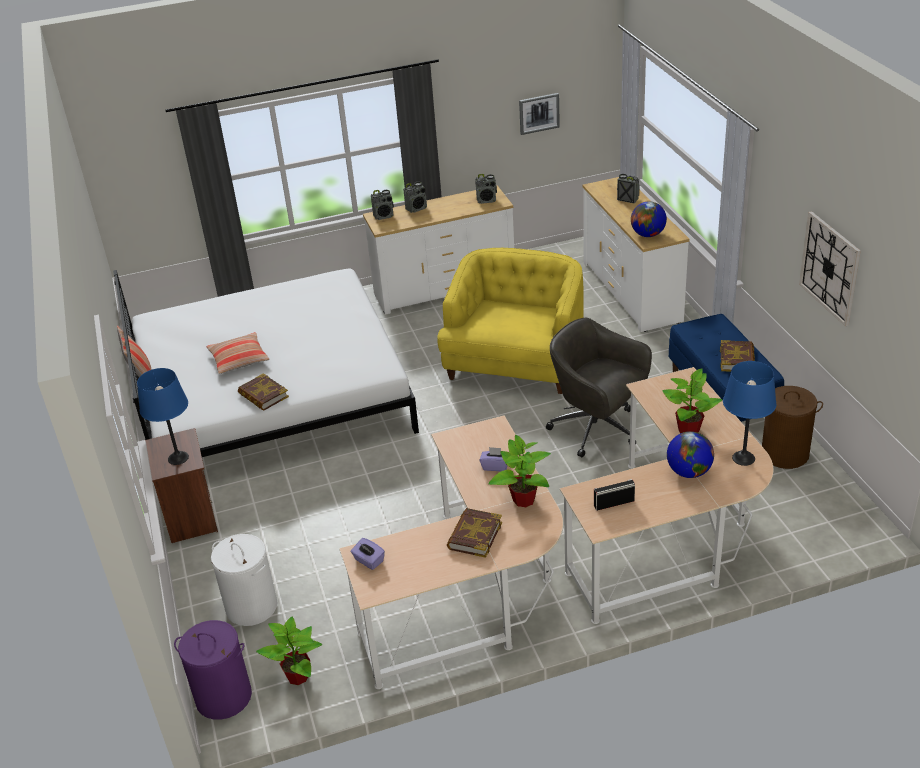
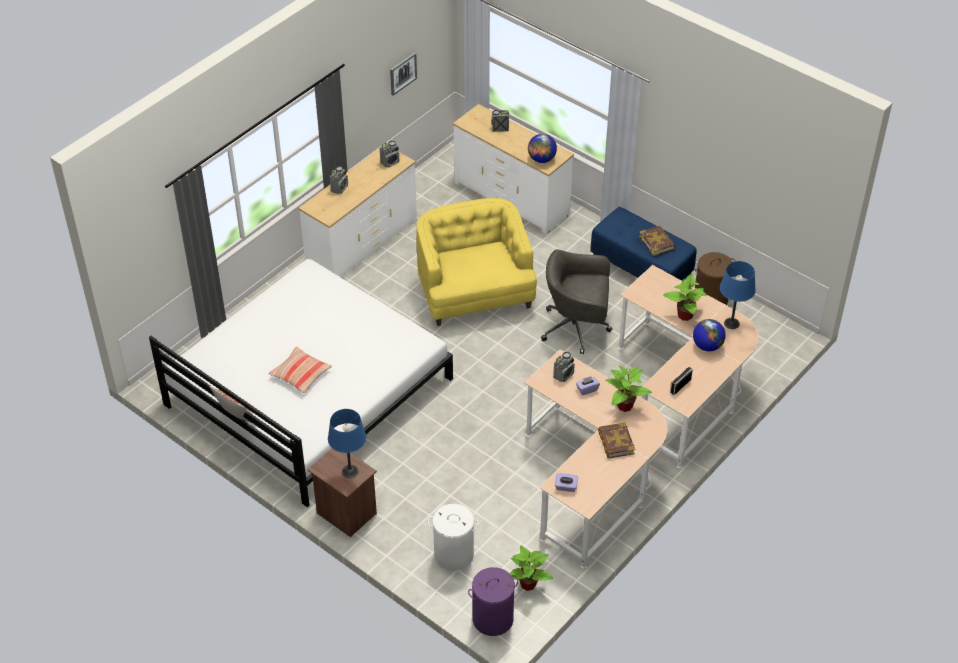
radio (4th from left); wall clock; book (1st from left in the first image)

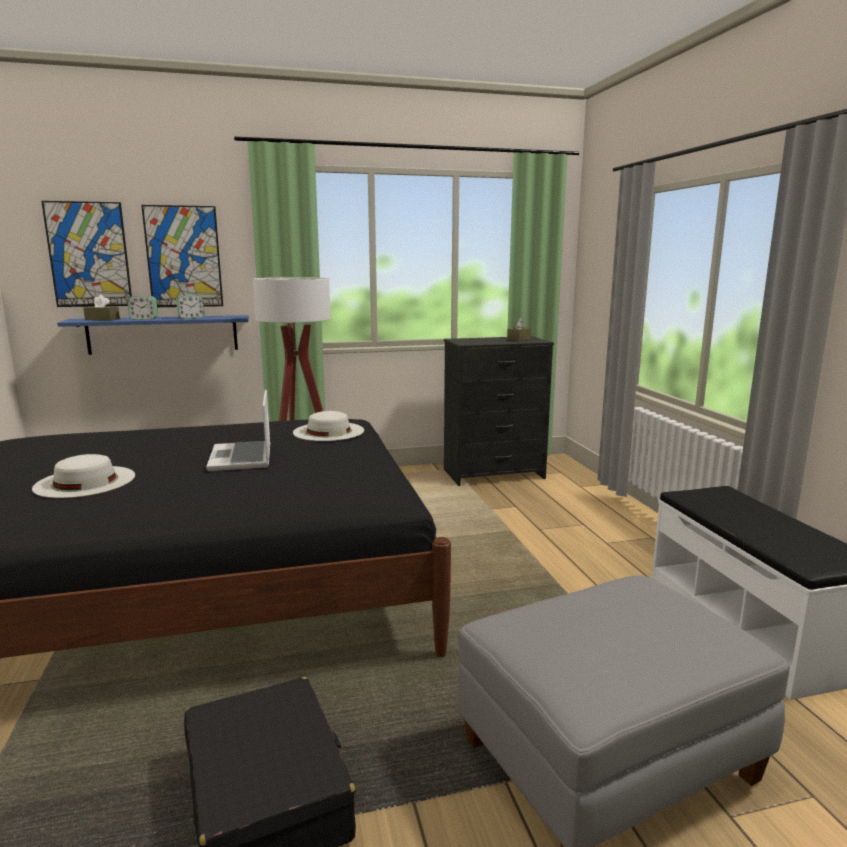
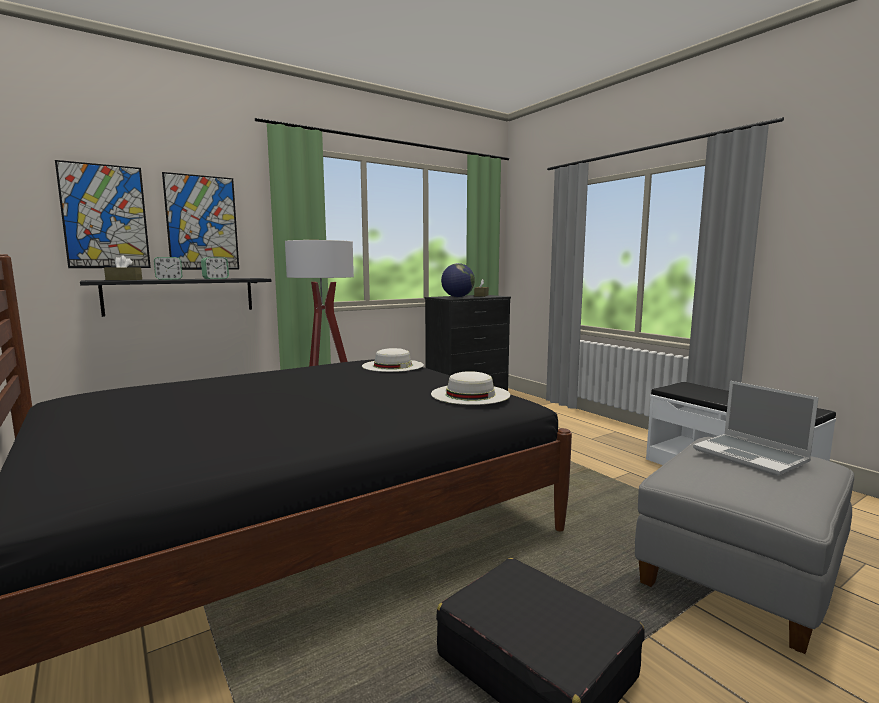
black shelf; laptop; white hat (2nd from left); globe

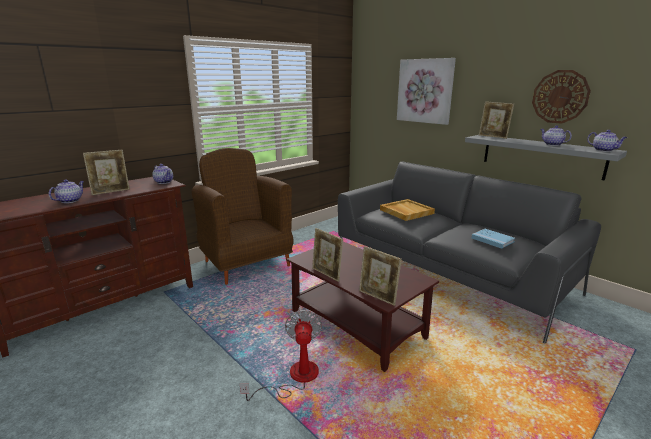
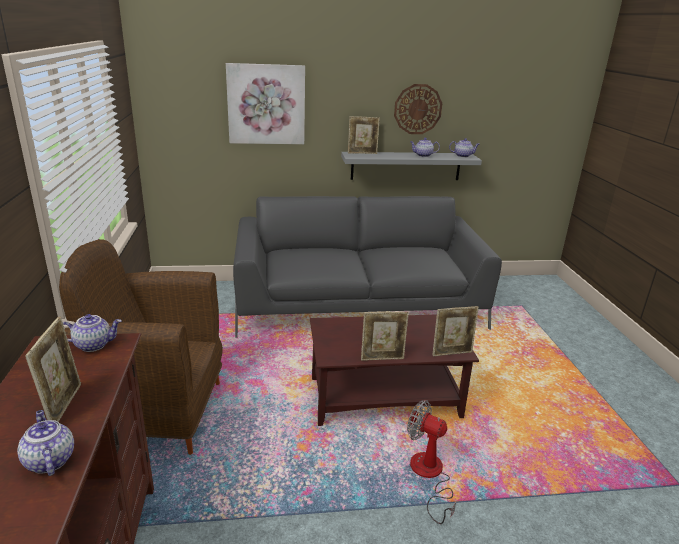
beige tray; blue book

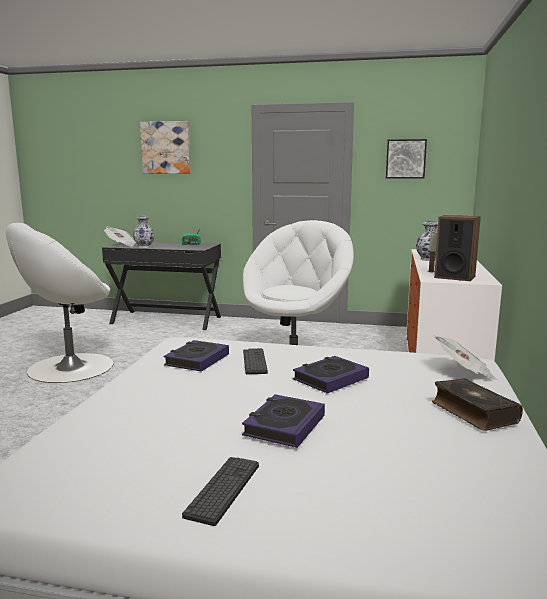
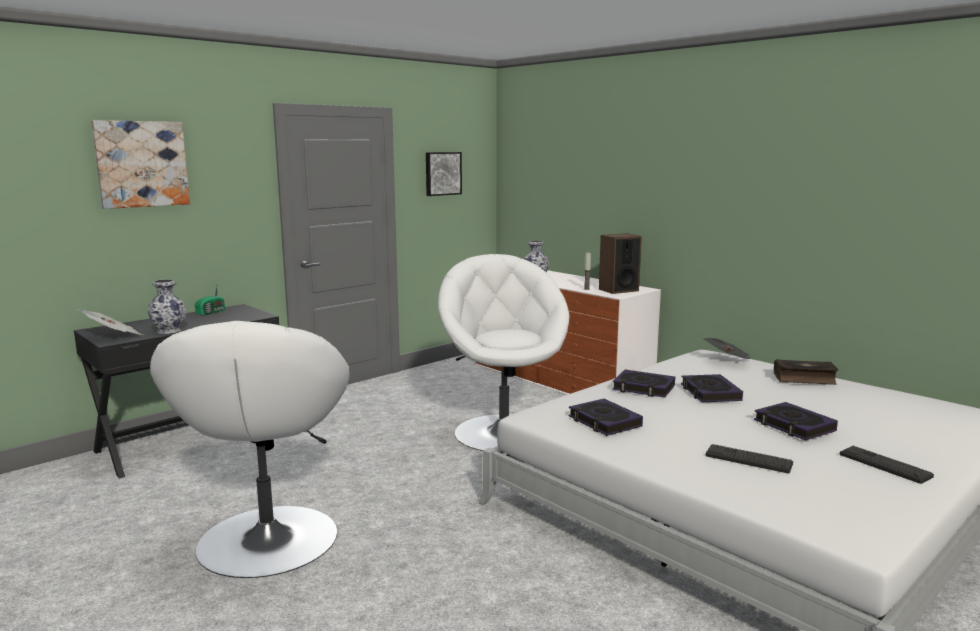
keyboard (1st from left); book (2nd from left)

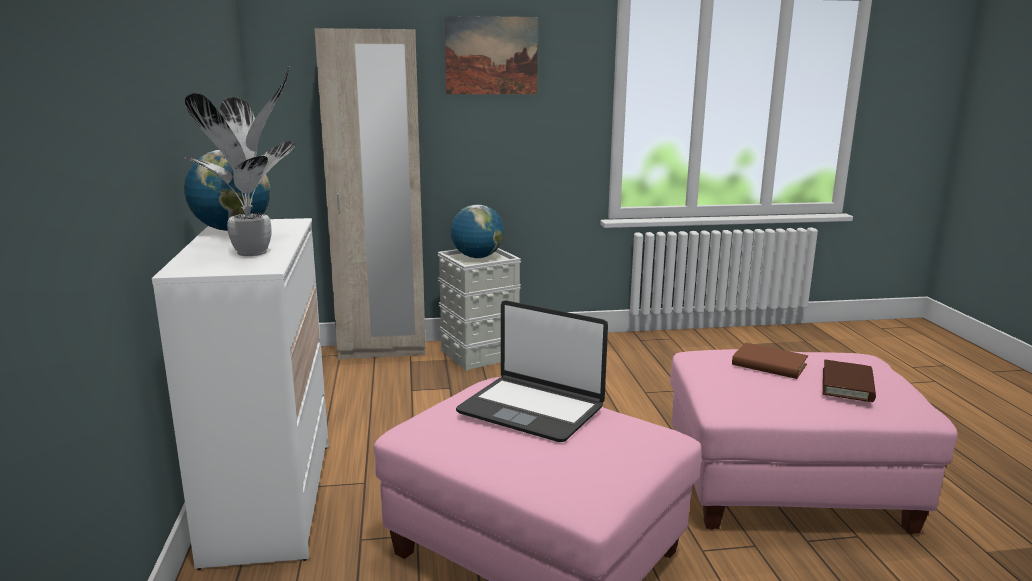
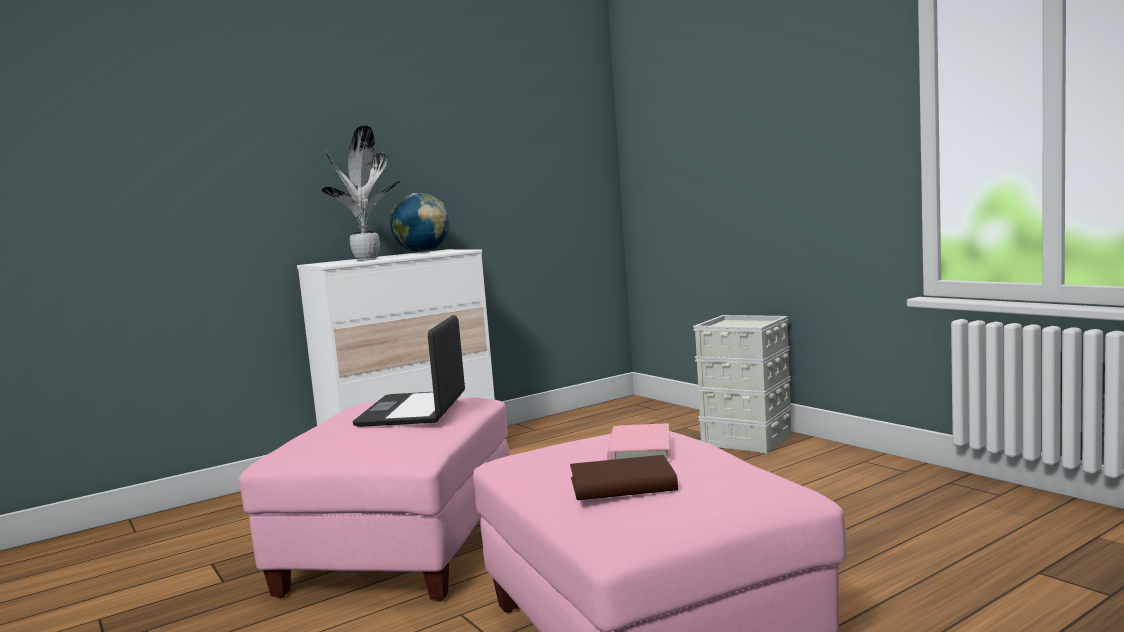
picture; beige wardrobe; globe (2nd from left in the first image); pink book

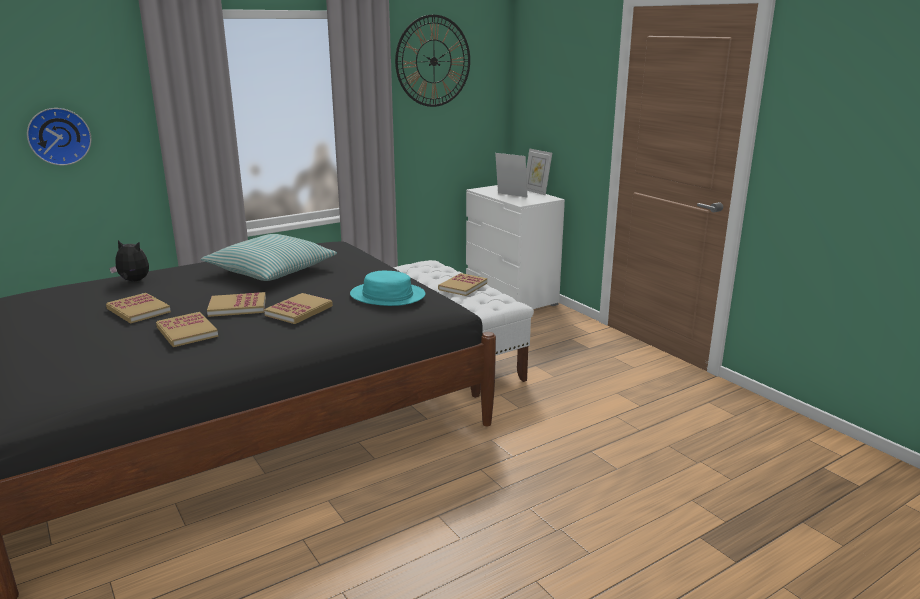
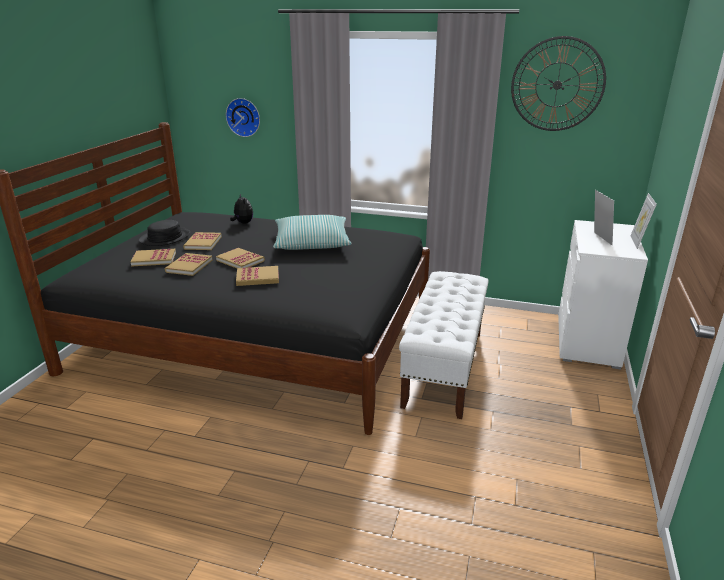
turquoise hat; book (1st from left); black hat

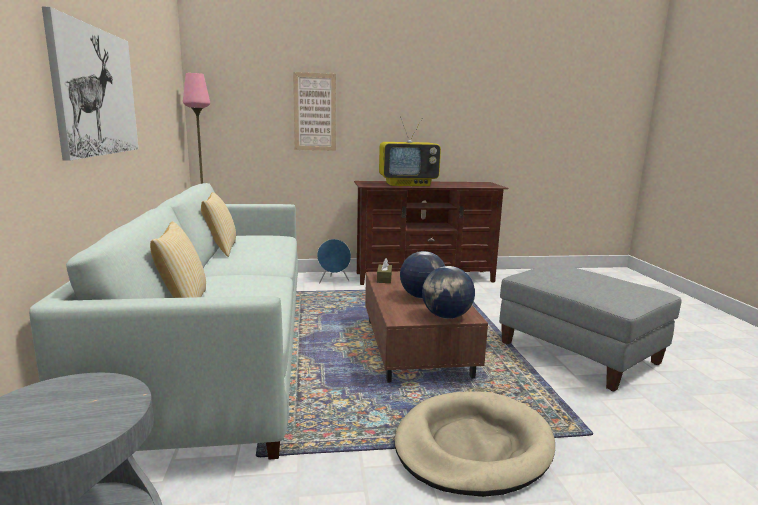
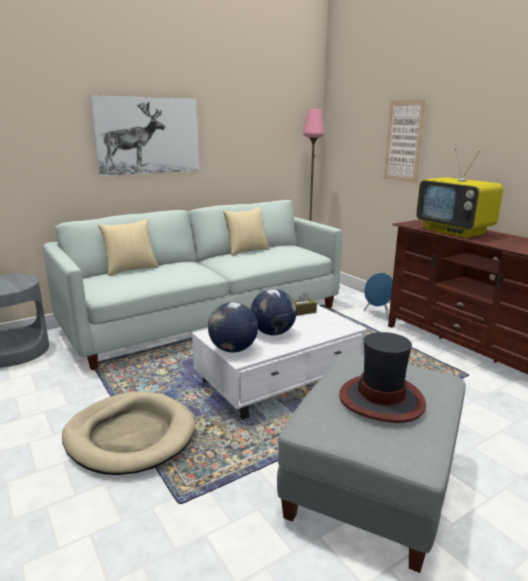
white coffee table; hat

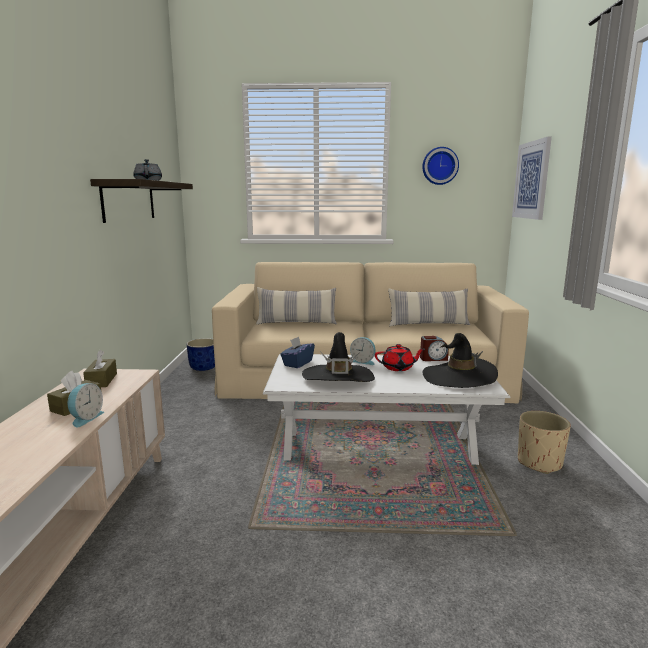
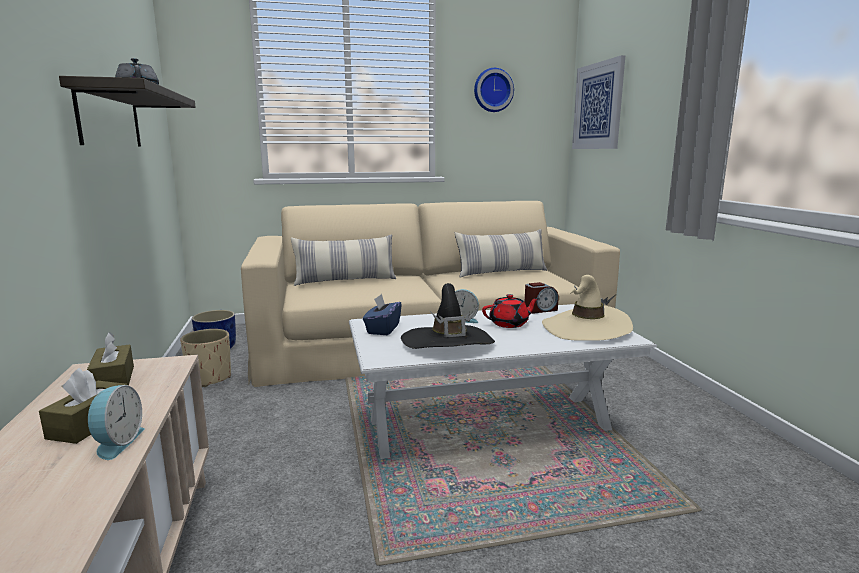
beige hat; beige planter

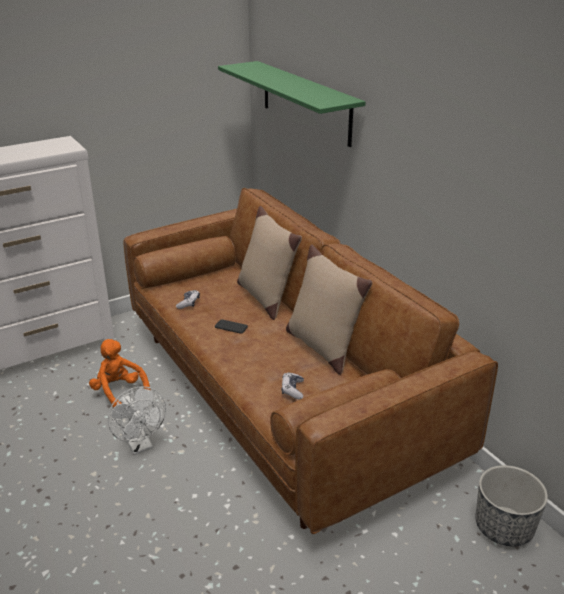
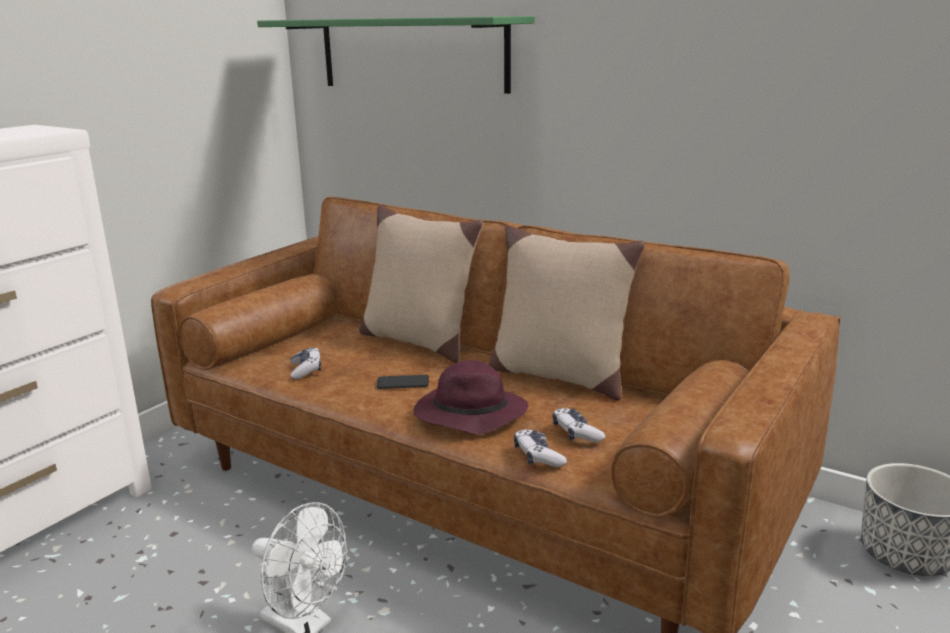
orange plush toy; purple hat; game controller (2nd from left)

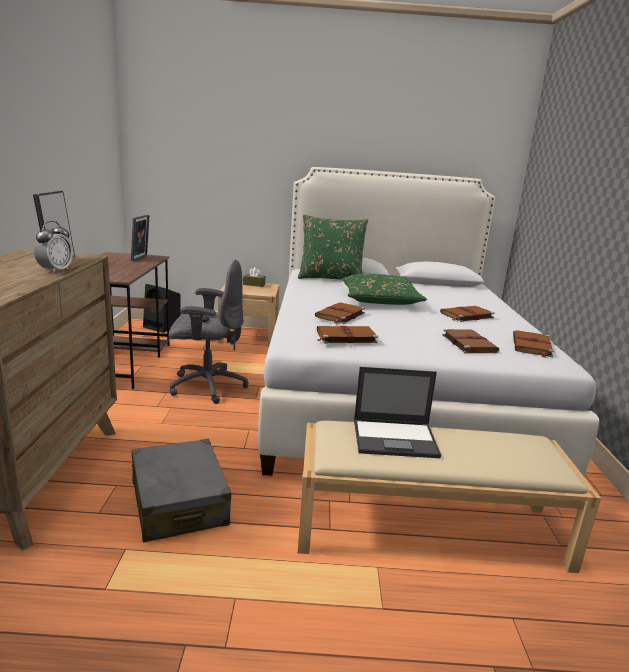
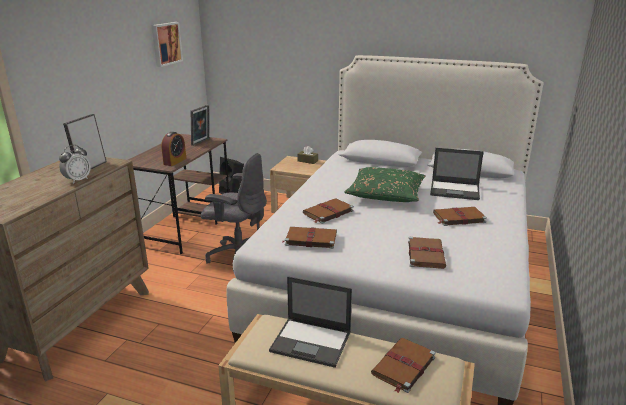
green pillow (1st from left in the first image); brown book (3rd from left); grey suitcase; picture; alarm clock (2nd from left); laptop (2nd from left)

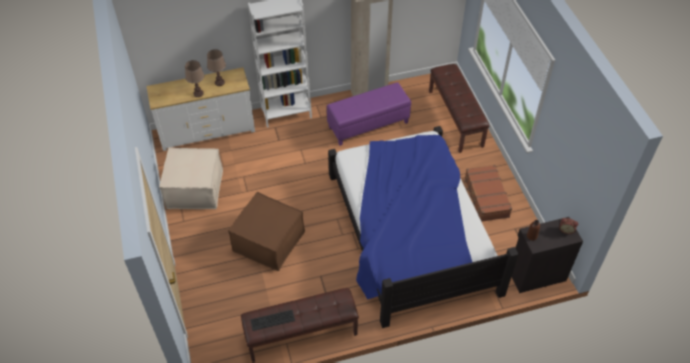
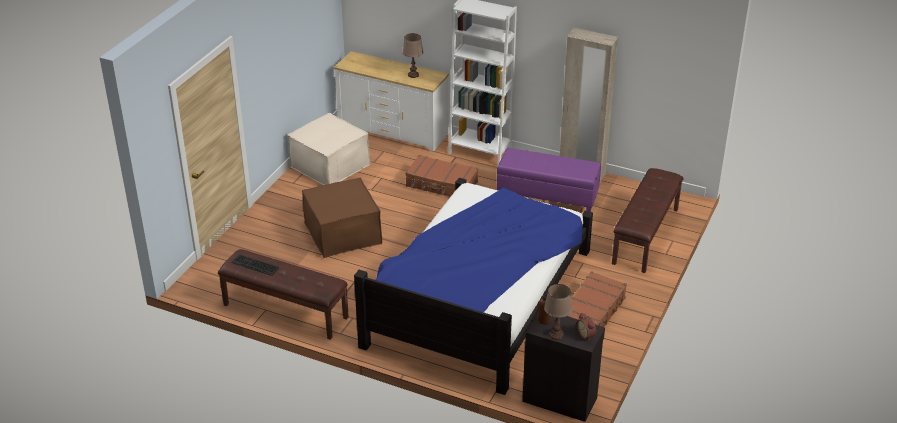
brown table lamp (2nd from left); brown suitcase (1st from left)

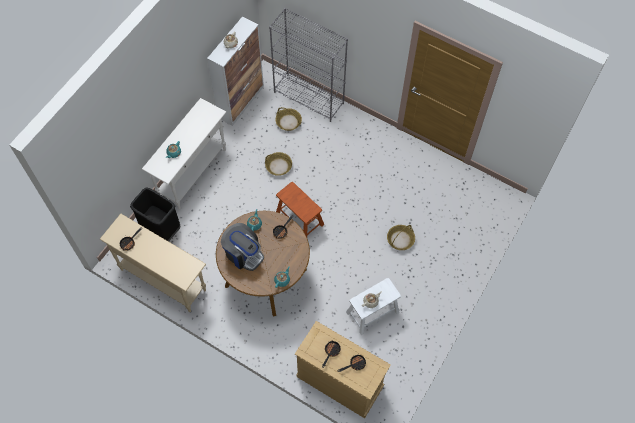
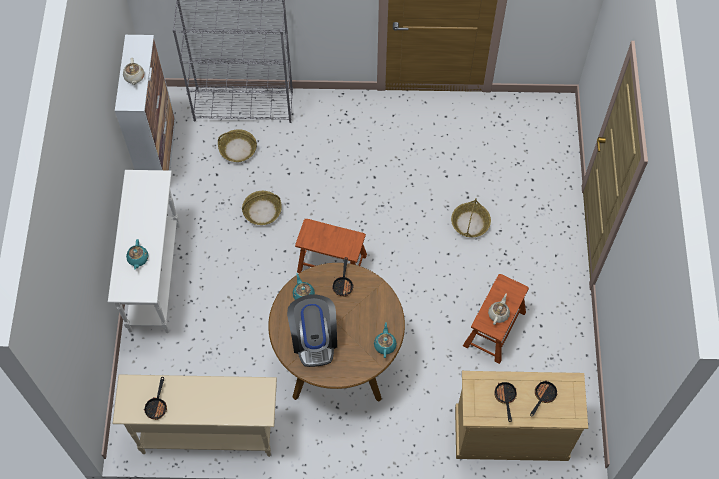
black trash can; coffee machine; brown stool (2nd from left)

